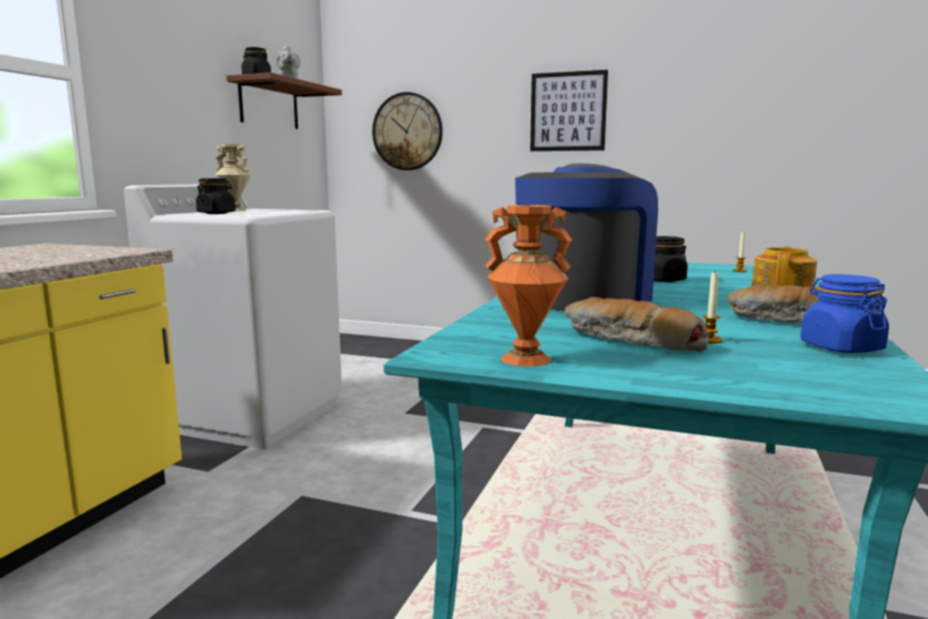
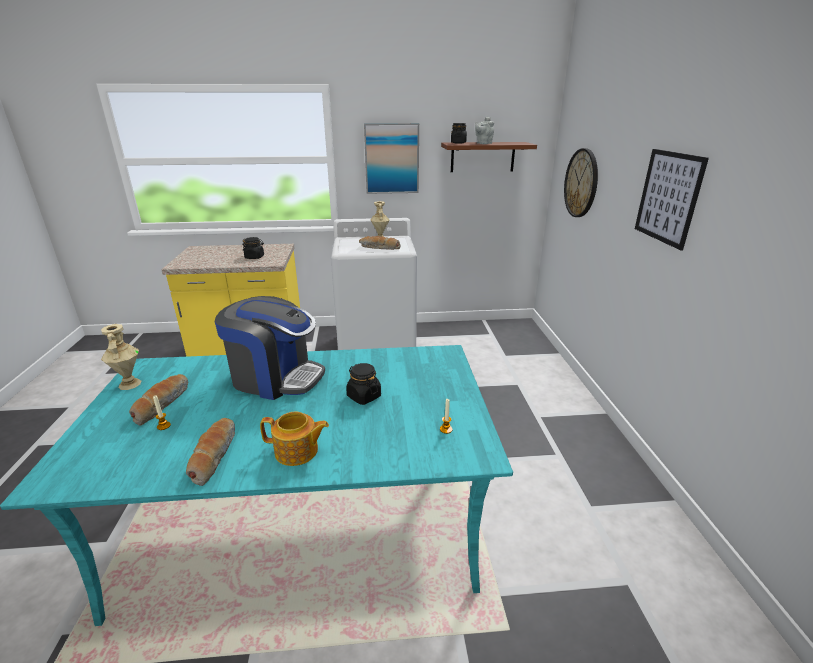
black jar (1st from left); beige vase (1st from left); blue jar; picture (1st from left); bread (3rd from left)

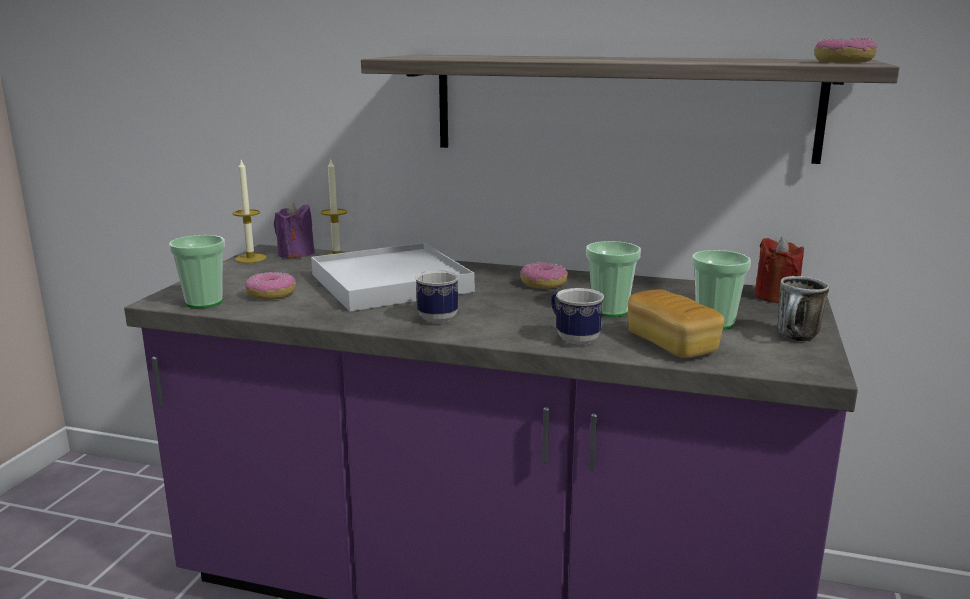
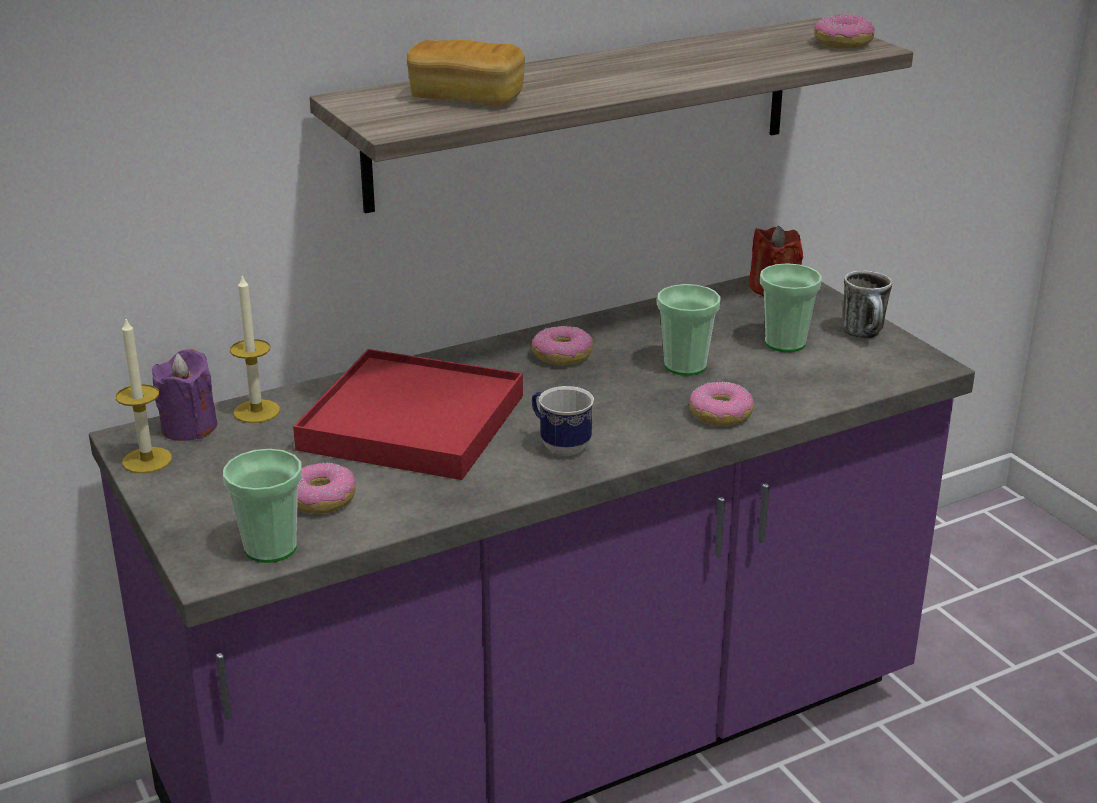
red tray; donut (3rd from left); bread

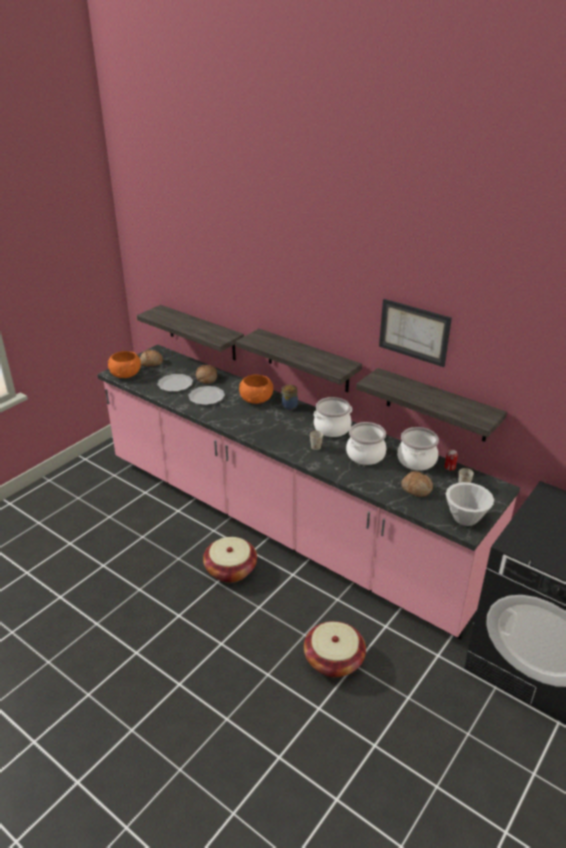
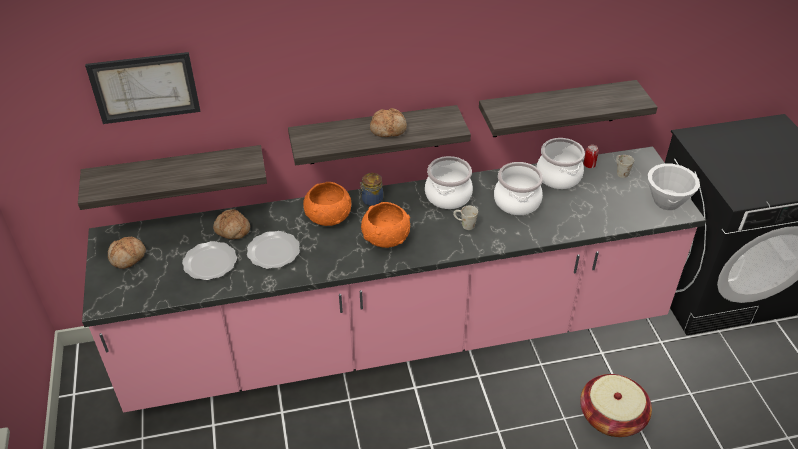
picture; orange bowl (2nd from left); bread (3rd from left); basket (1st from left in the first image)

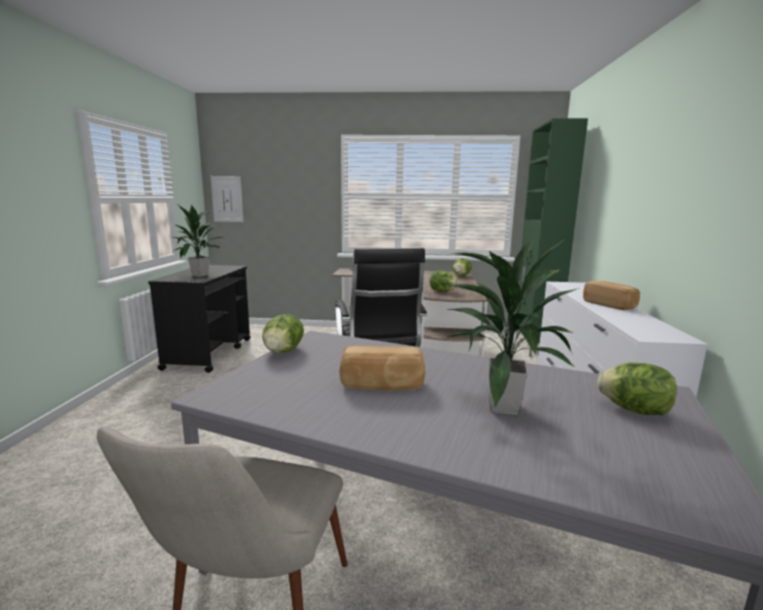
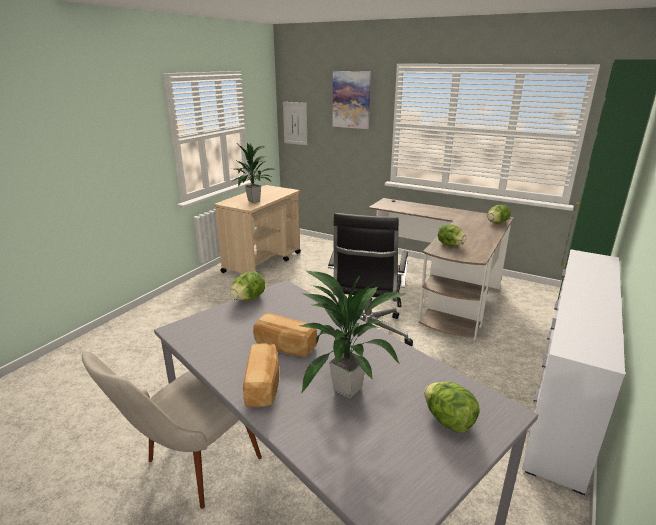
beige cart; bread (1st from left); picture (2nd from left)

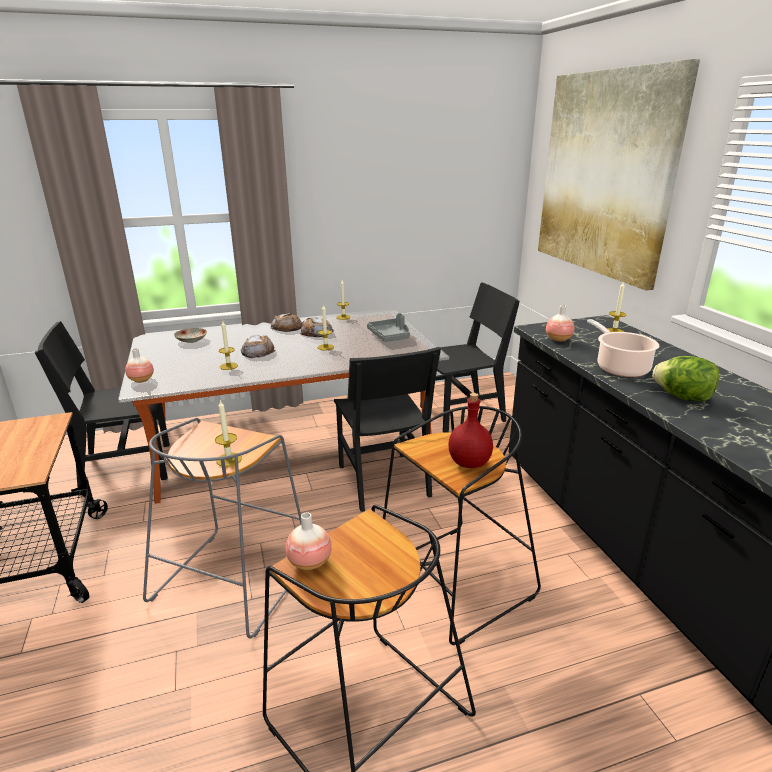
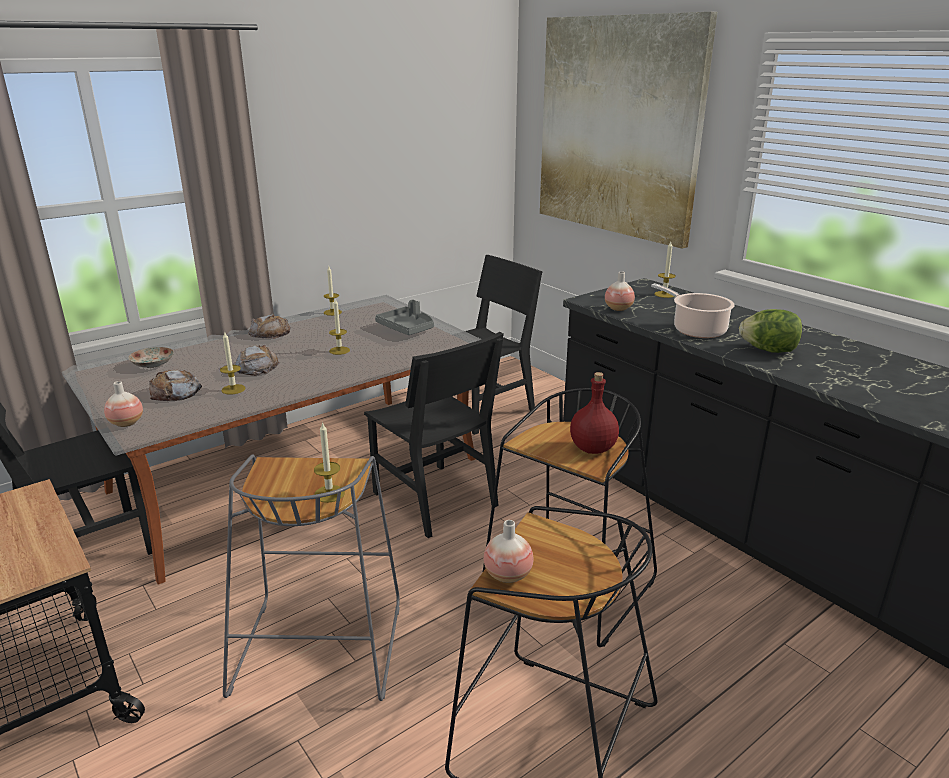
bread (1st from left)

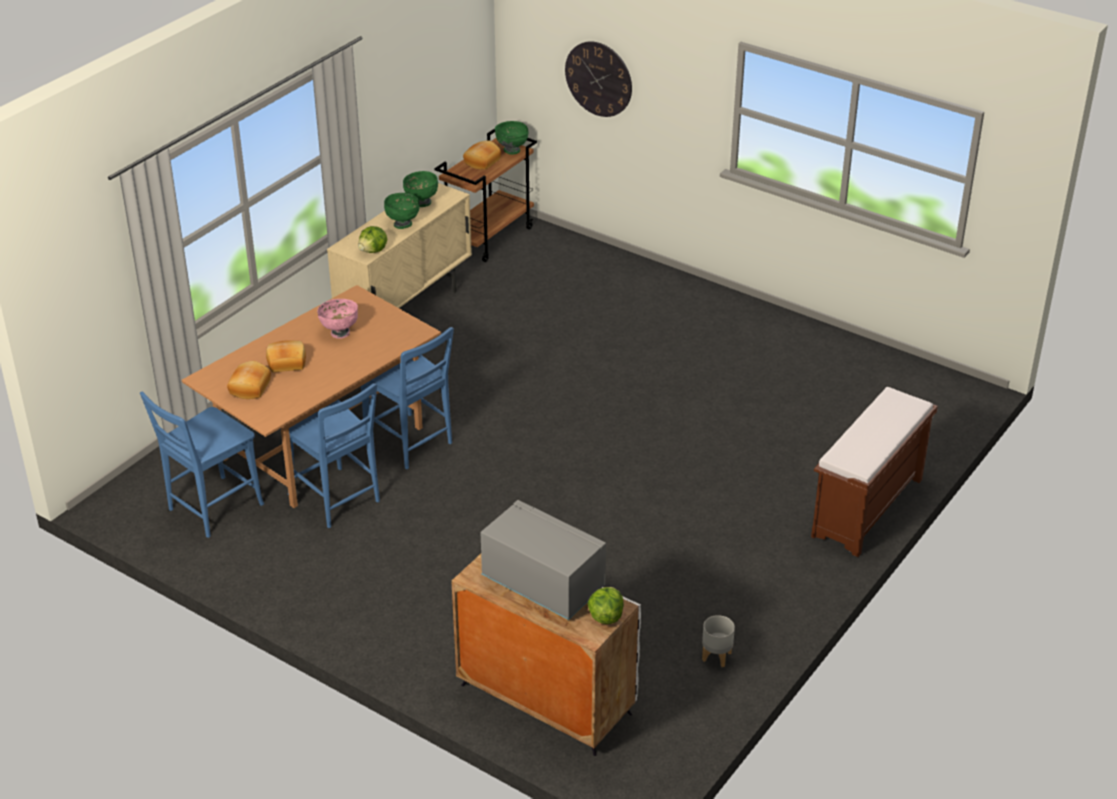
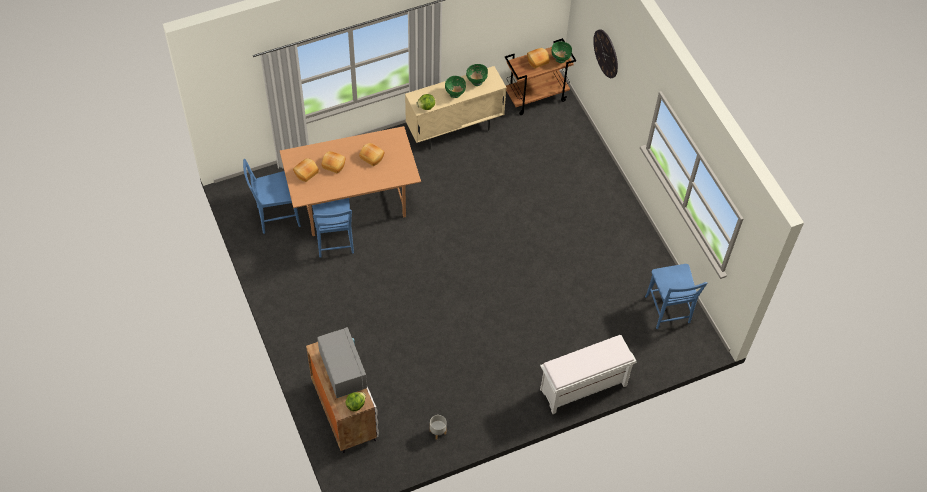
bread (3rd from left); blue chair (3rd from left); white bench

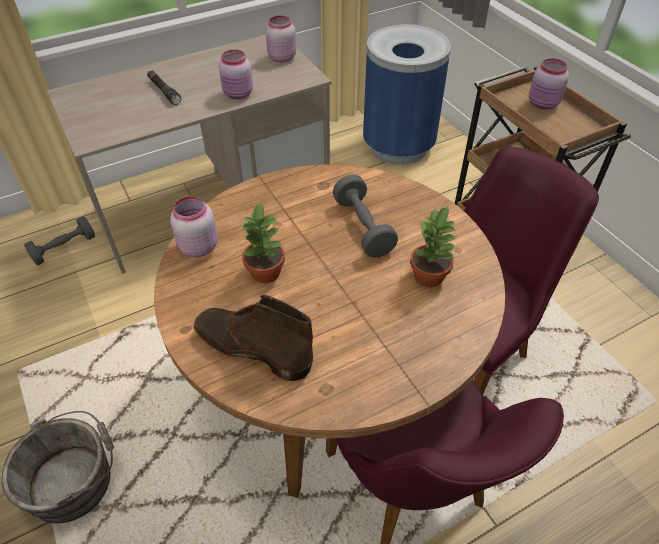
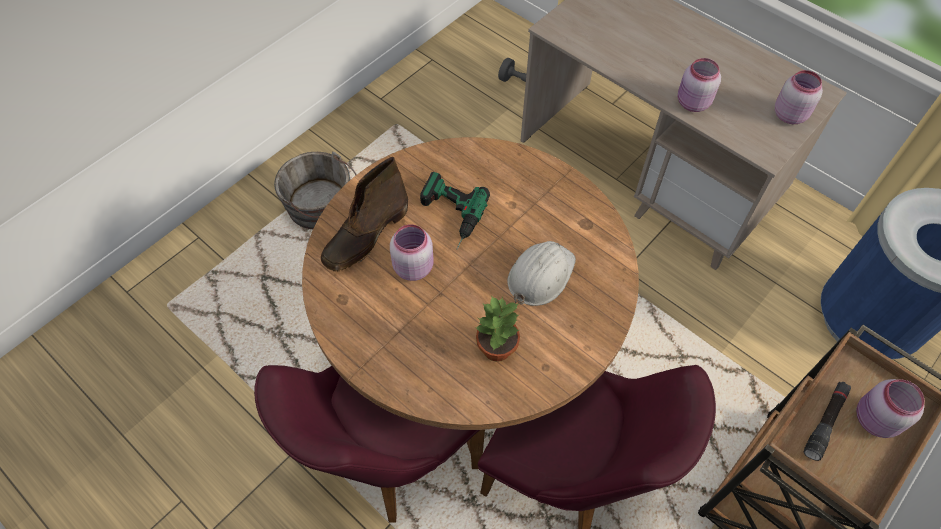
black flashlight; white hard hat; pink jar (1st from left); power drill; brown boot

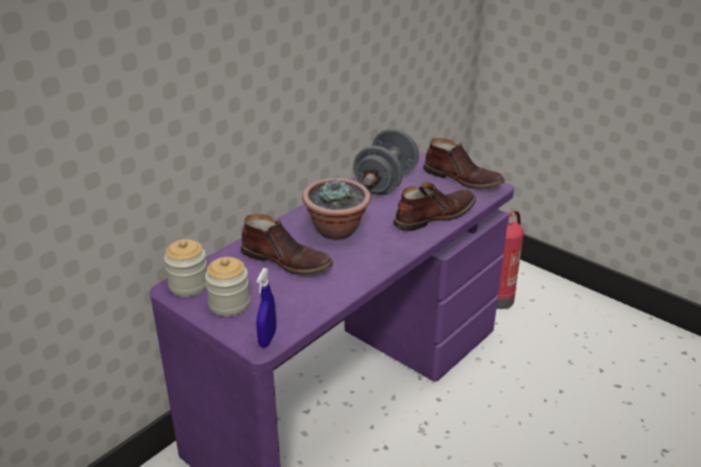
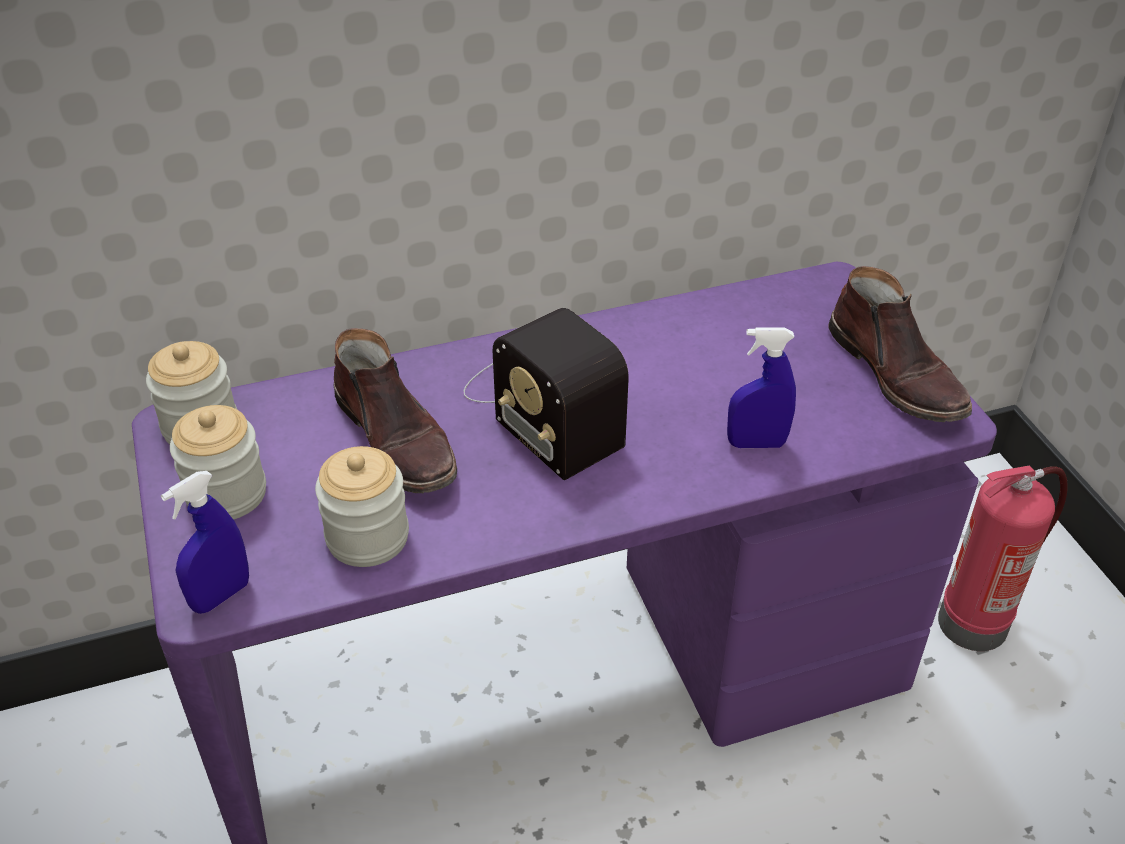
grey dumbbell; radio; blue spray bottle (2nd from left); jar (3rd from left)

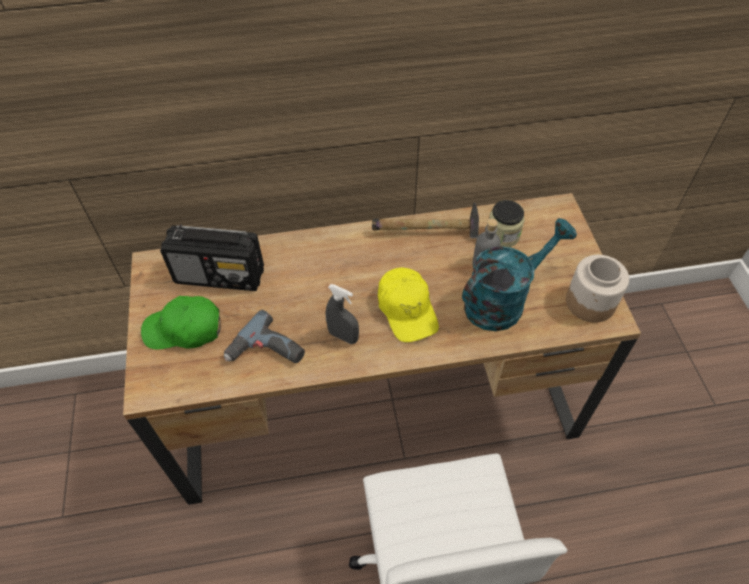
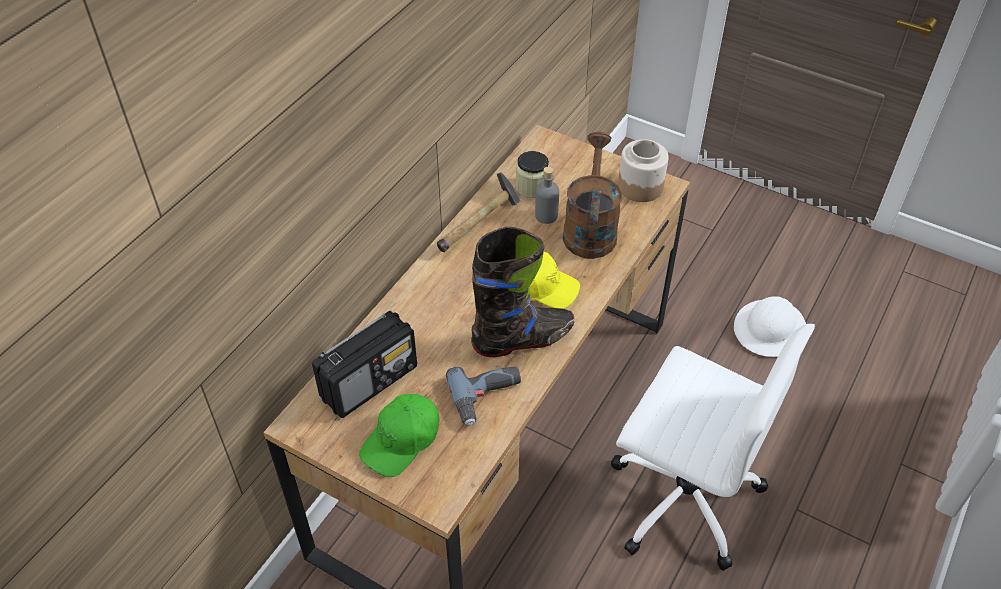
brown watering can; black boot; white hard hat

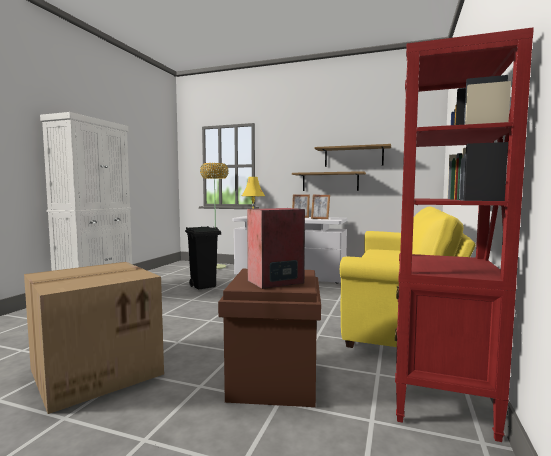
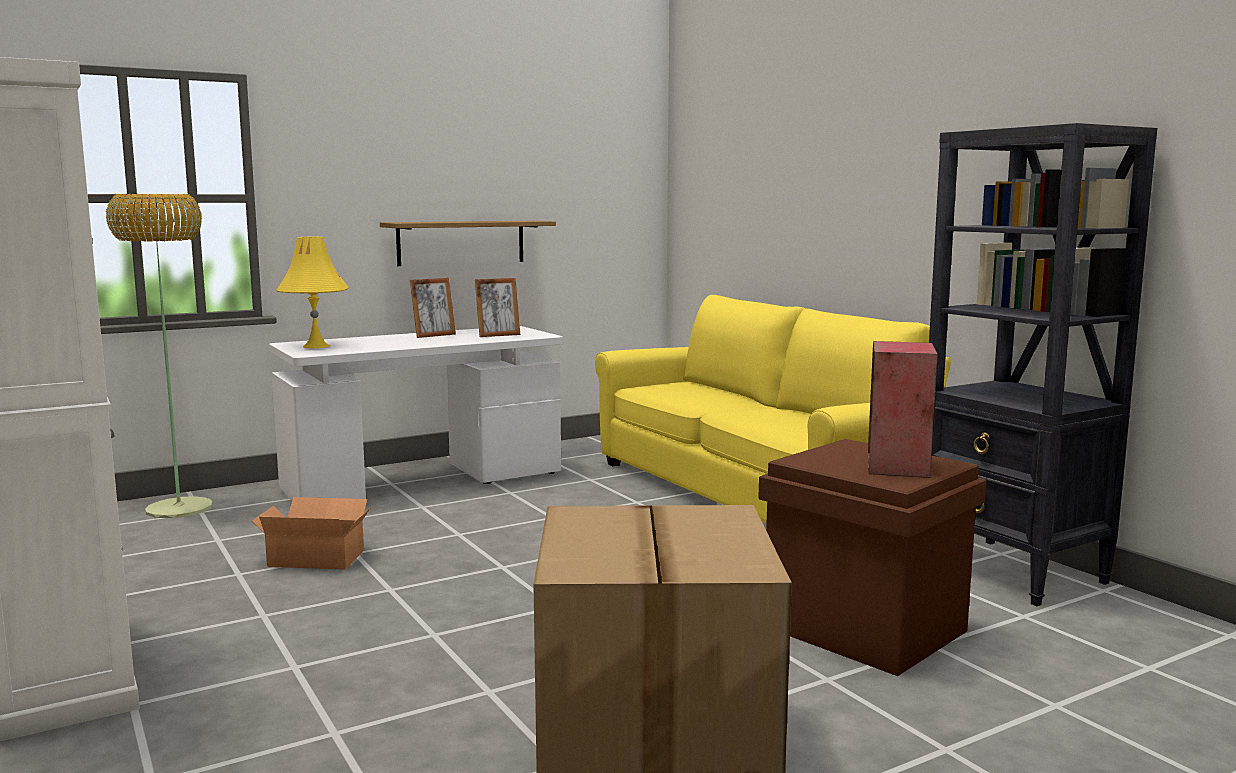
black bookcase; shelf (2nd from left in the first image); cardboard box (1st from left)

